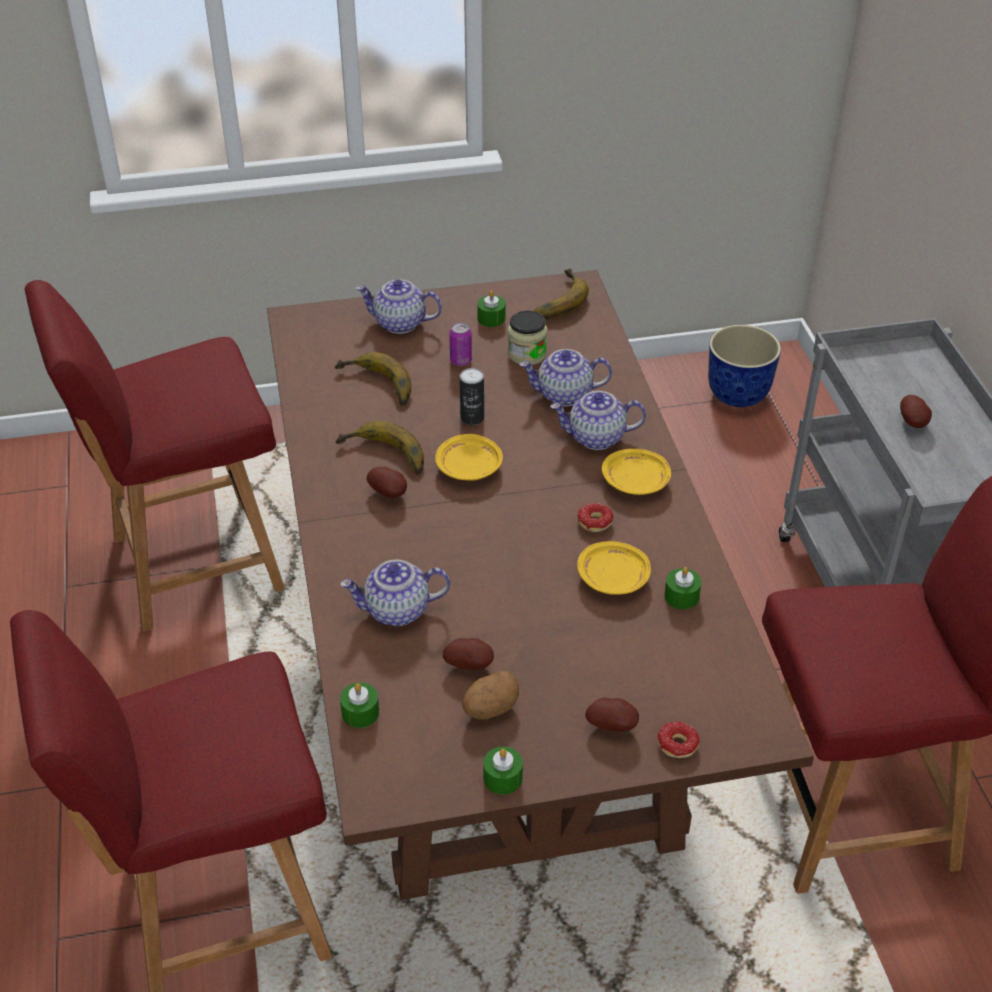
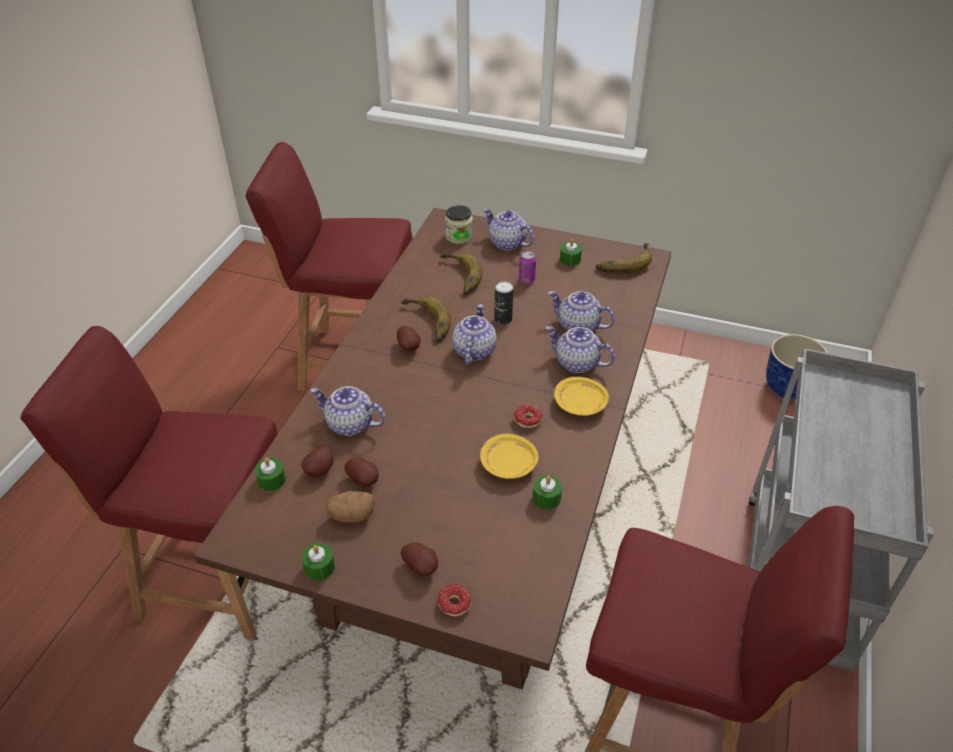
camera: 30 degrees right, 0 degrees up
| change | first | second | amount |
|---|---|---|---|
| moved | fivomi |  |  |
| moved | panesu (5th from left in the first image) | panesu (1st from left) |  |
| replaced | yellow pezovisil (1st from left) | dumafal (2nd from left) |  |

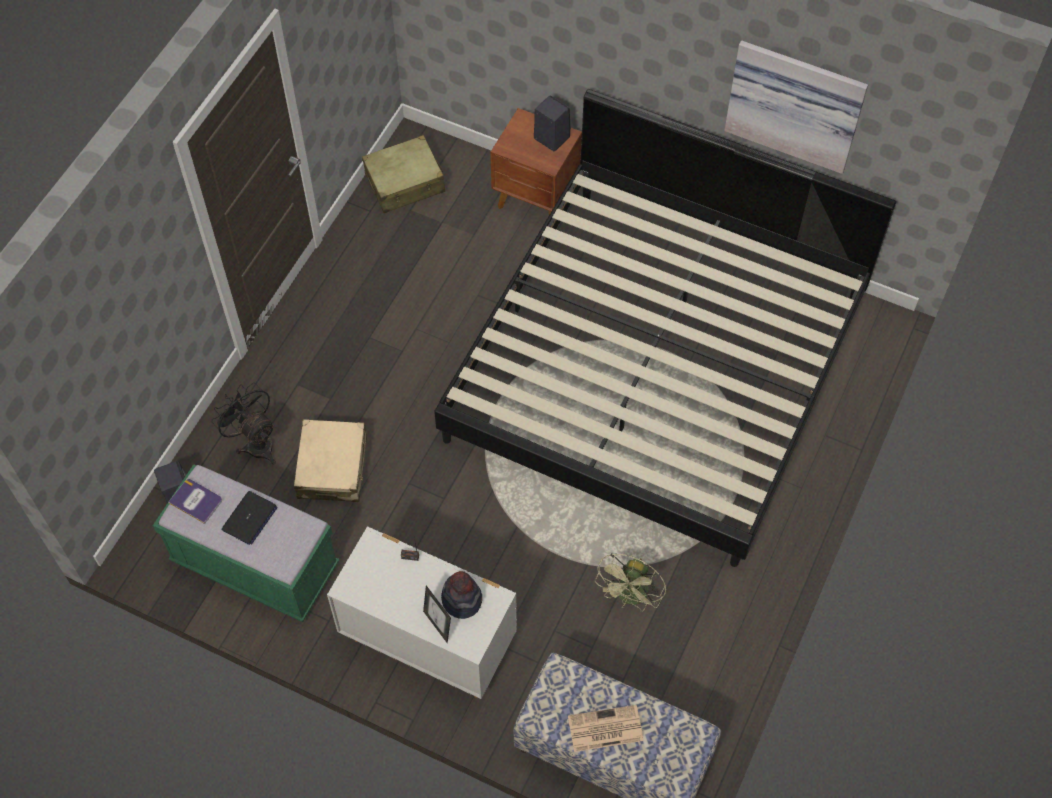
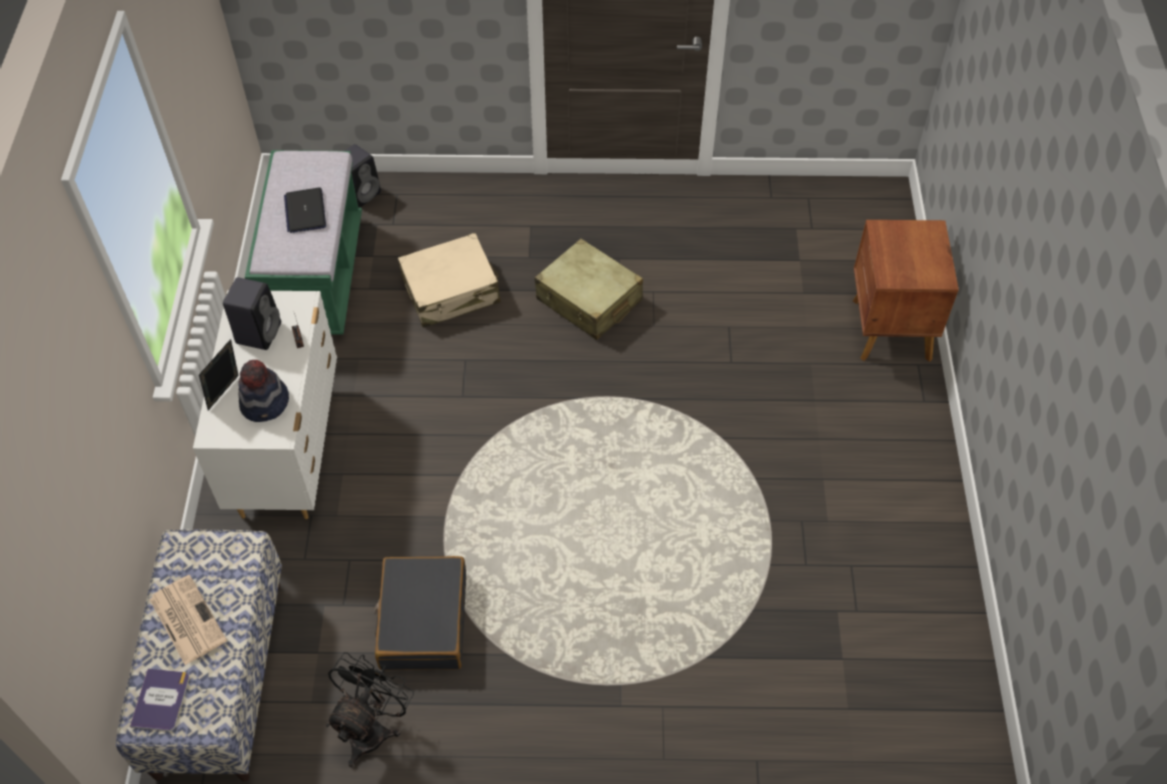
camera: 65 degrees right, 5 degrees down
| change | first | second | amount |
|---|---|---|---|
| removed | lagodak |  |  |
| removed | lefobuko |  |  |
| moved | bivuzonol |  |  |
| moved | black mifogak |  |  |
| moved | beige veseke (2nd from left) |  |  |
| moved | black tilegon (2nd from left in the first image) | black tilegon (1st from left) |  |
| replaced | green mifogak | black veseke |  |
| turned | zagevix |  | 75 degrees clockwise |

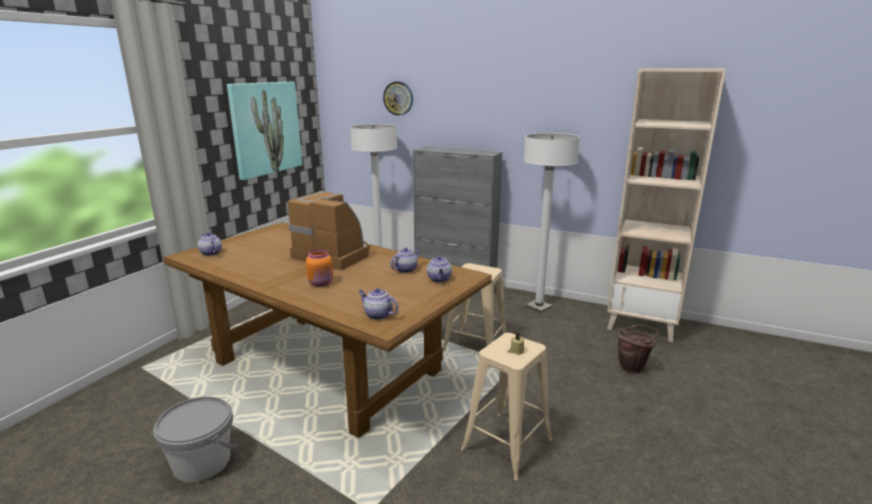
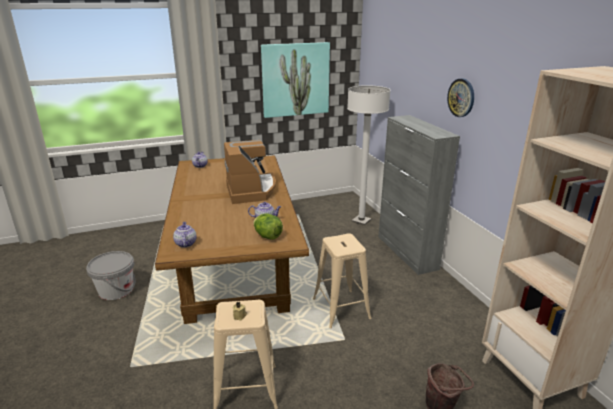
camera: 45 degrees right, 5 degrees up
| change | first | second | amount |
|---|---|---|---|
| removed | orange fivomi |  |  |
| removed | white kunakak (2nd from left) |  |  |
| moved | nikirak |  |  |
| replaced | dumafal (4th from left) | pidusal |  |

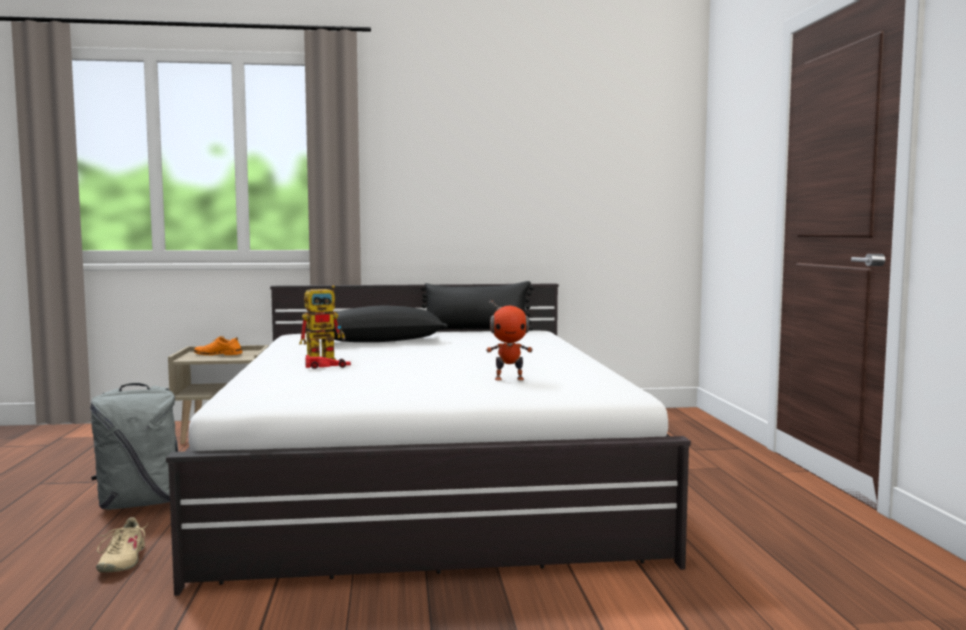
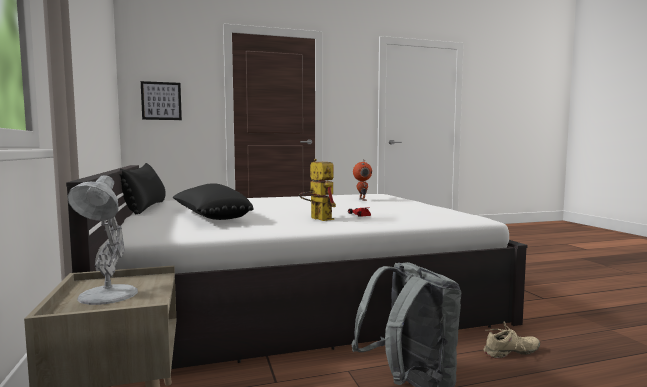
camera: 100 degrees left, 0 degrees up
| change | first | second | amount |
|---|---|---|---|
| added |  | lefobuko |  |
| replaced | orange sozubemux | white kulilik |  |

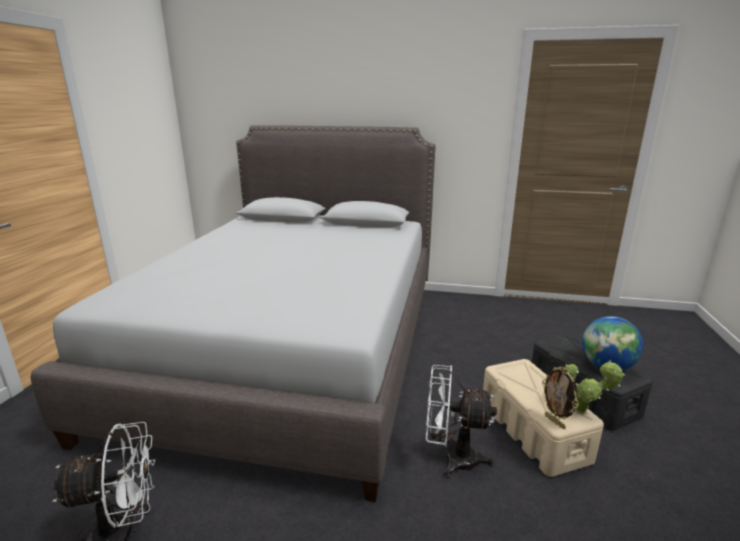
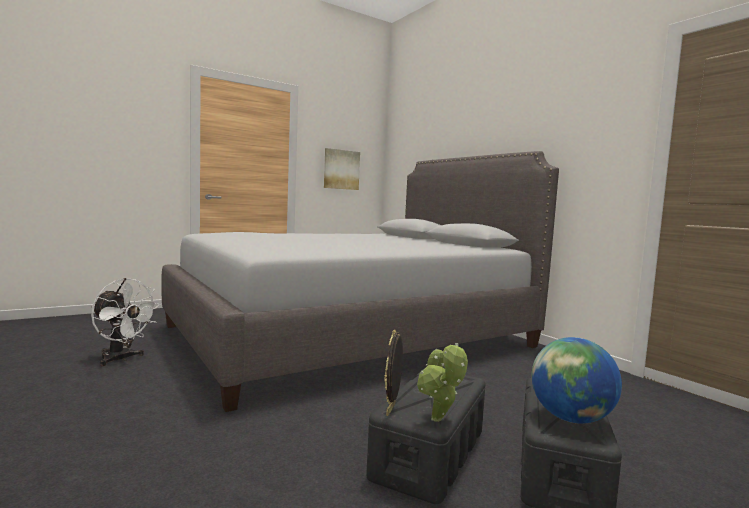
camera: 45 degrees right, 15 degrees down
| change | first | second | amount |
|---|---|---|---|
| removed | white mifogak (2nd from left) |  |  |
| added |  | lefobuko |  |
| recoloured | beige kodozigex | black kodozigex (1st from left) |  |

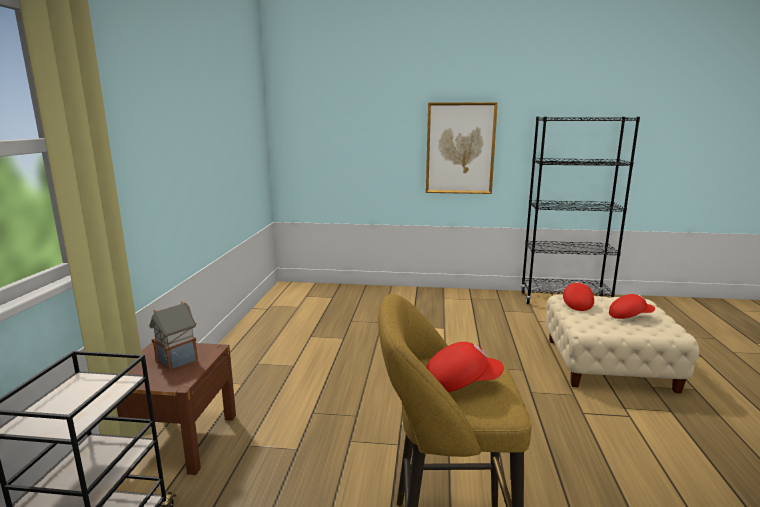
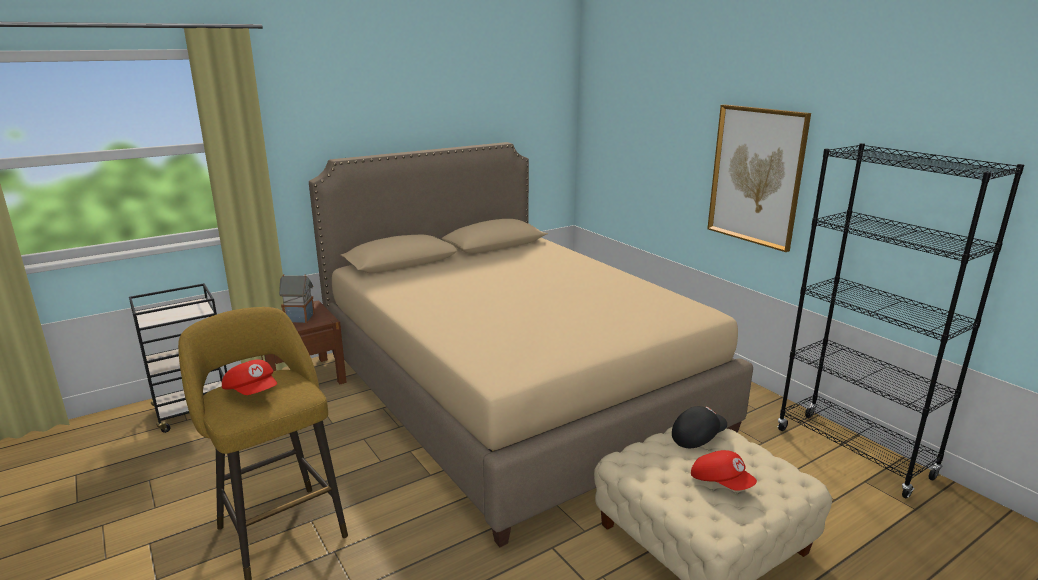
camera: 50 degrees right, 5 degrees up
| change | first | second | amount |
|---|---|---|---|
| added |  | beige lagodak |  |
| recoloured | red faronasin (2nd from left) | black faronasin |  |

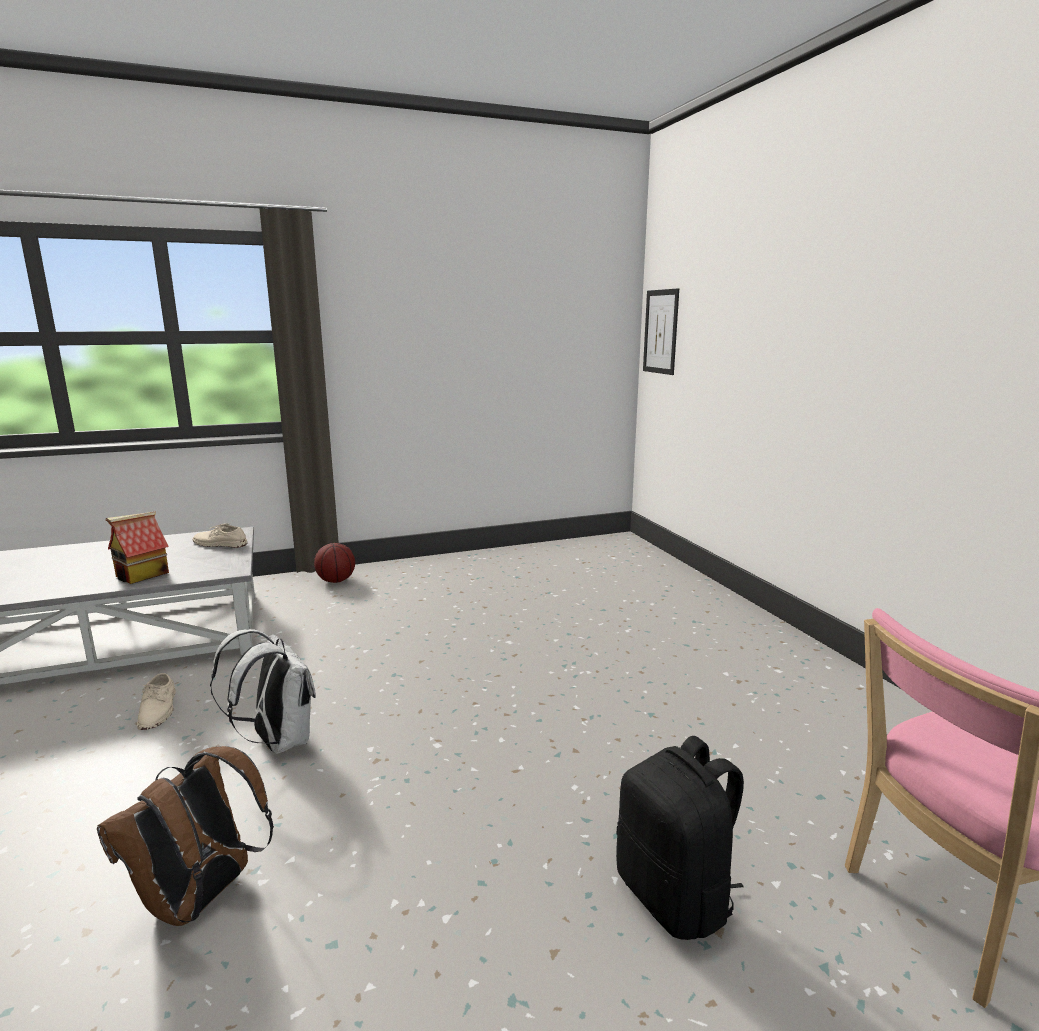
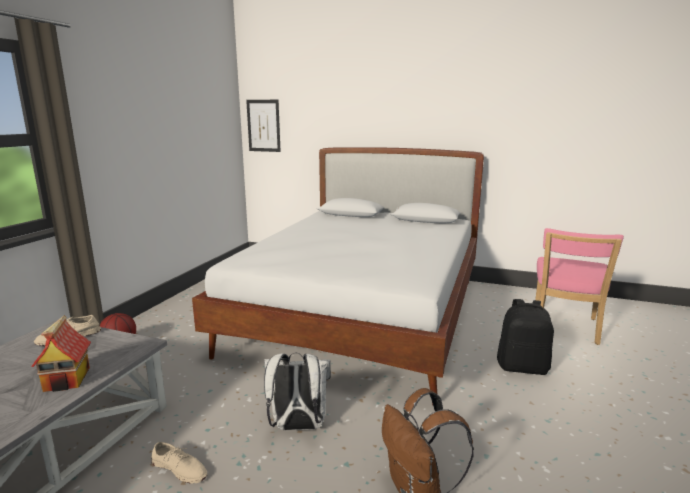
camera: 50 degrees left, 0 degrees up
| change | first | second | amount |
|---|---|---|---|
| added |  | white lagodak |  |

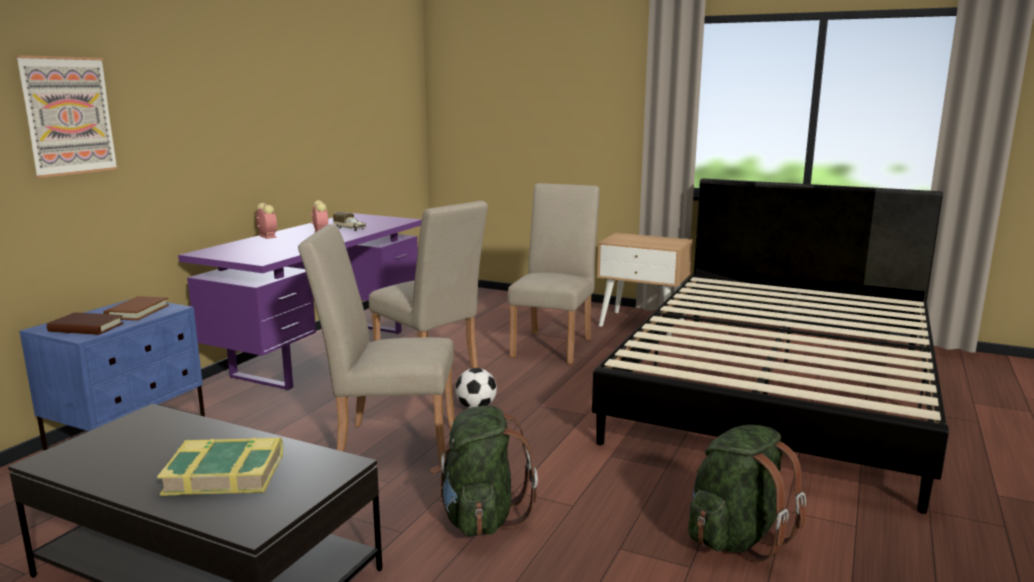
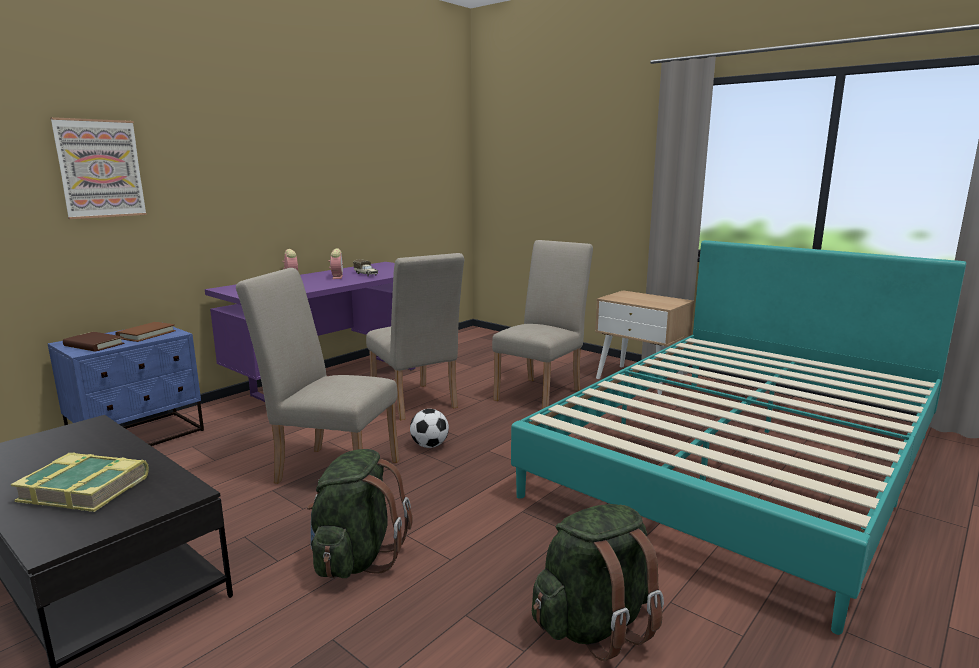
camera: 15 degrees right, 0 degrees up
| change | first | second | amount |
|---|---|---|---|
| recoloured | black lagodak | turquoise lagodak |  |

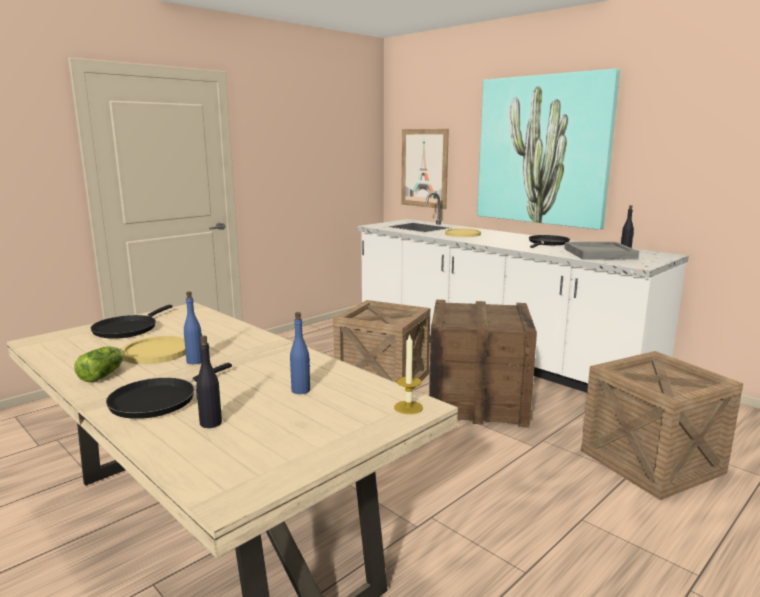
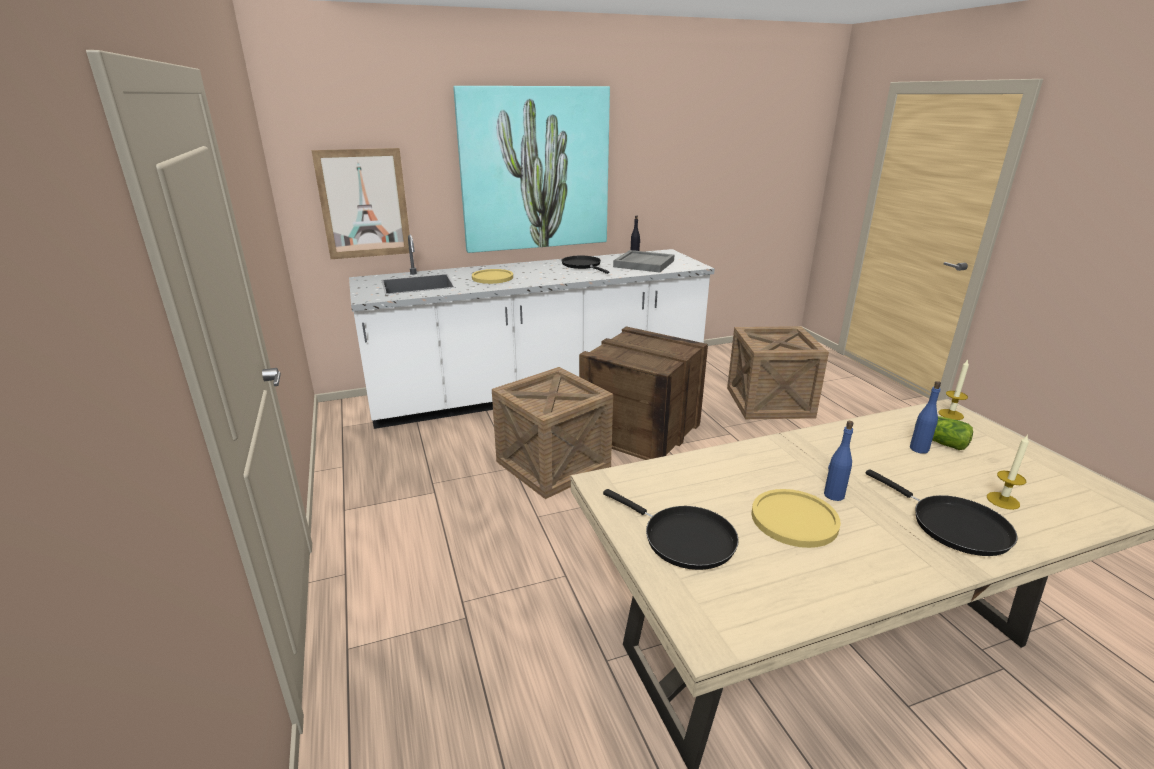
camera: 65 degrees left, 10 degrees up
| change | first | second | amount |
|---|---|---|---|
| moved | pidusal |  |  |
| replaced | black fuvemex (1st from left) | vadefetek (2nd from left) |  |

